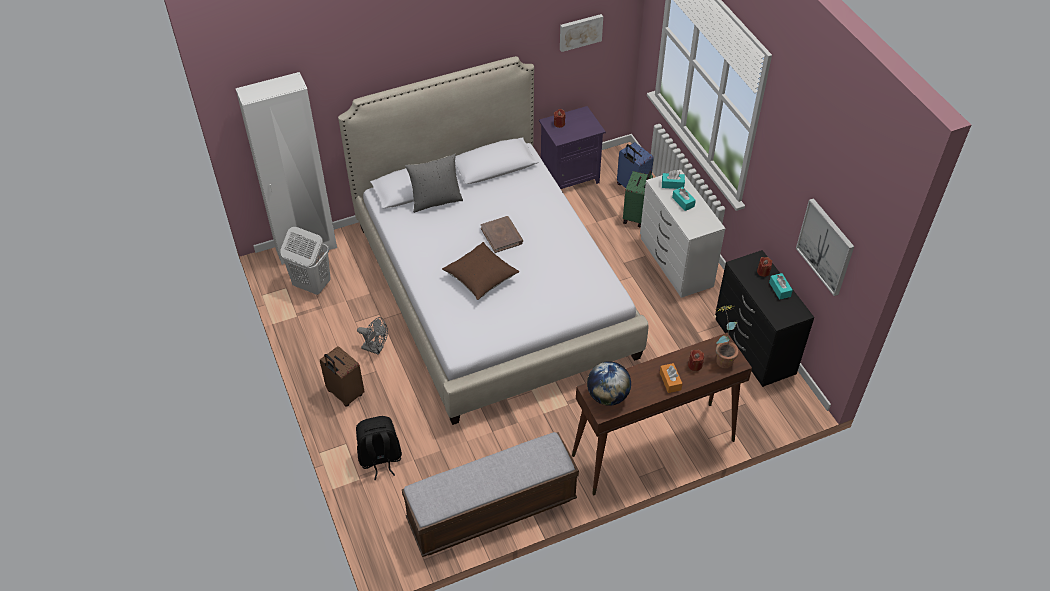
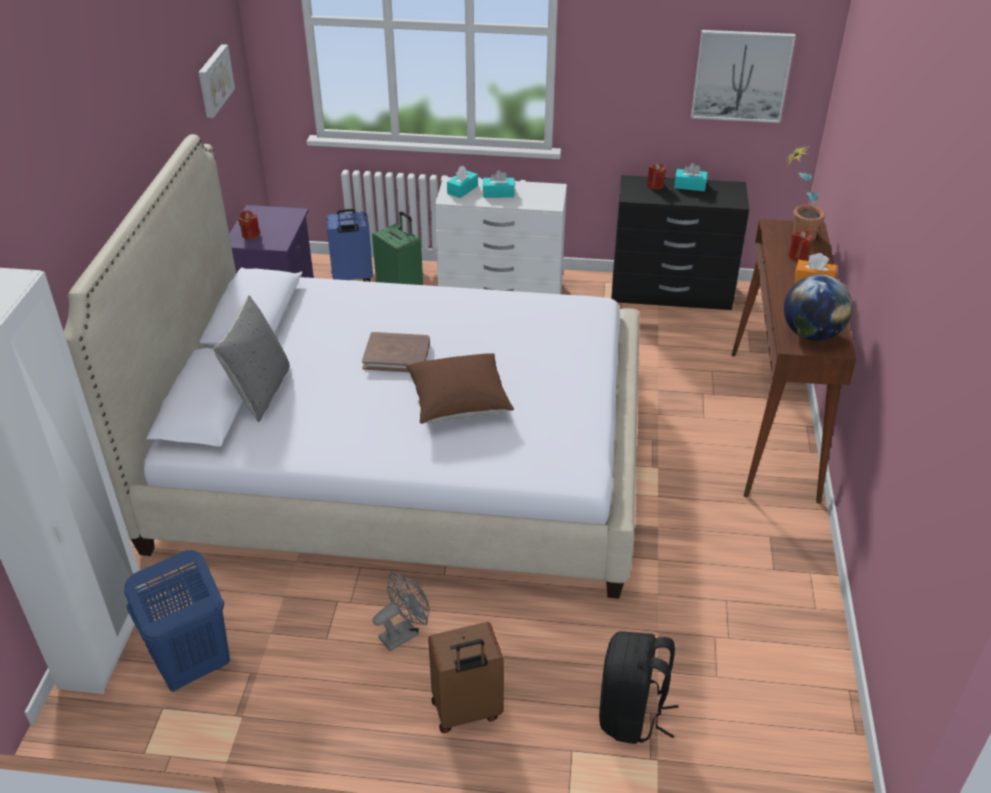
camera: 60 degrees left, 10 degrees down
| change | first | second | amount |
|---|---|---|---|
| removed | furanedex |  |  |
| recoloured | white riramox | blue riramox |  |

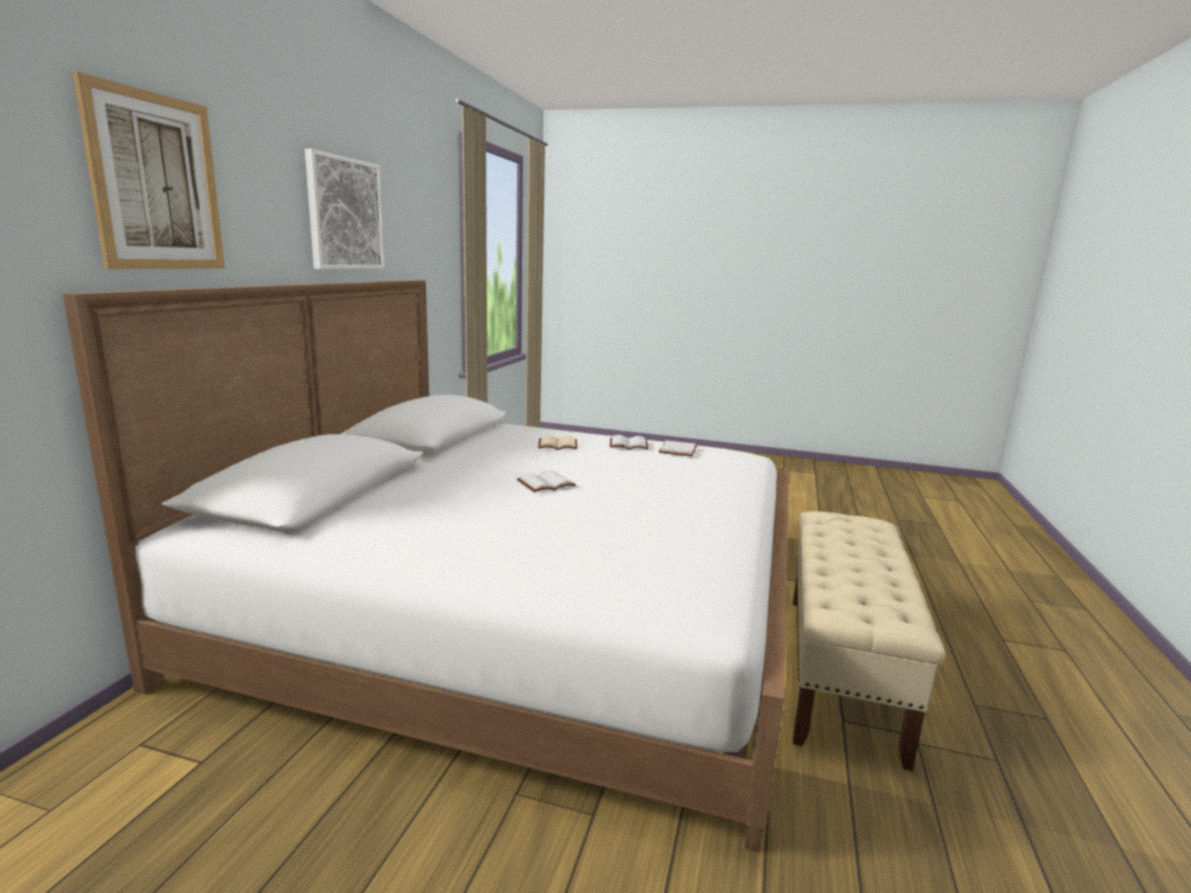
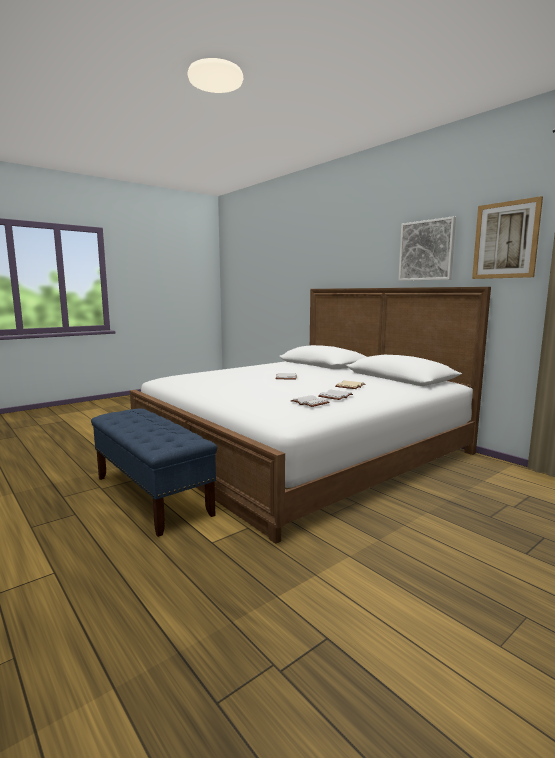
camera: 125 degrees right, 5 degrees down
| change | first | second | amount |
|---|---|---|---|
| moved | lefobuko (1st from left in the first image) | lefobuko (2nd from left) |  |
| recoloured | beige furanedex | blue furanedex |  |

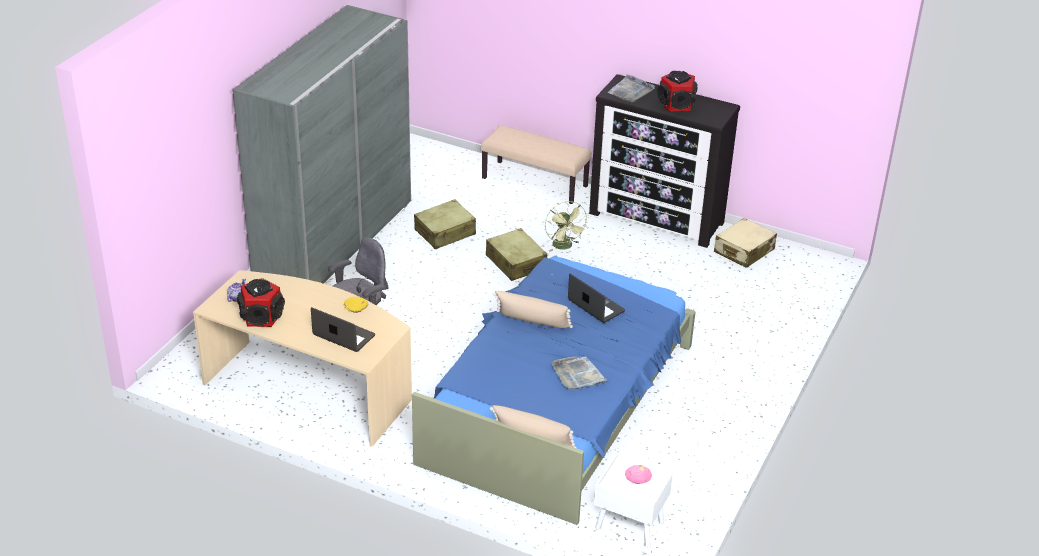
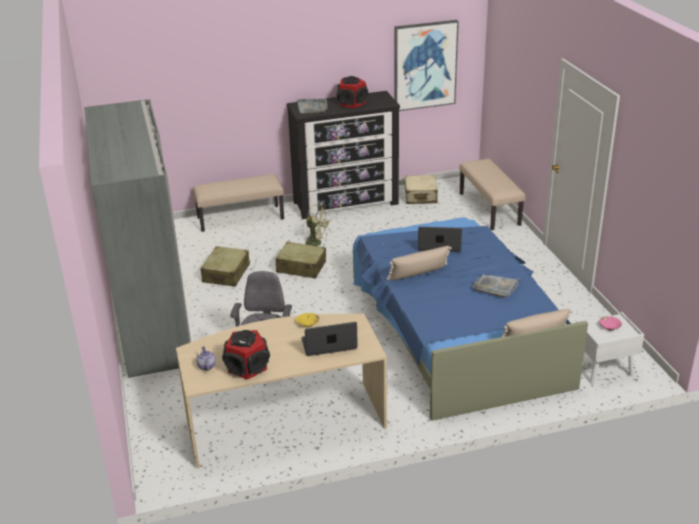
camera: 40 degrees left, 5 degrees down
| change | first | second | amount |
|---|---|---|---|
| added |  | lefobuko |  |
| added |  | beige furanedex (2nd from left) |  |

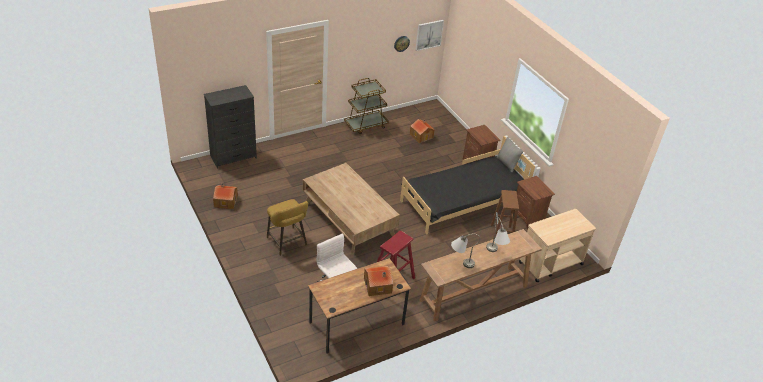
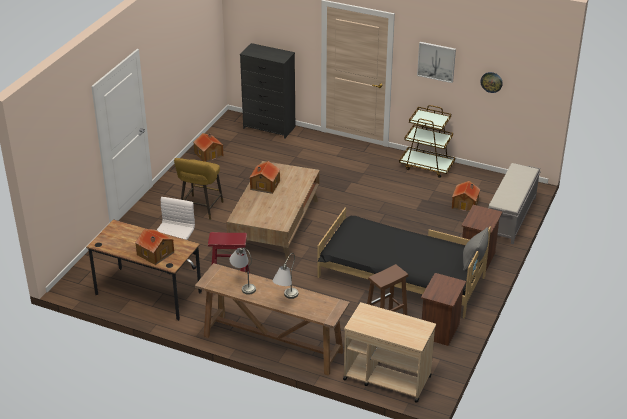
camera: 55 degrees right, 5 degrees down
| change | first | second | amount |
|---|---|---|---|
| added |  | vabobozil (3rd from left) |  |
| added |  | grey furanedex |  |
| moved | lefobuko |  |  |

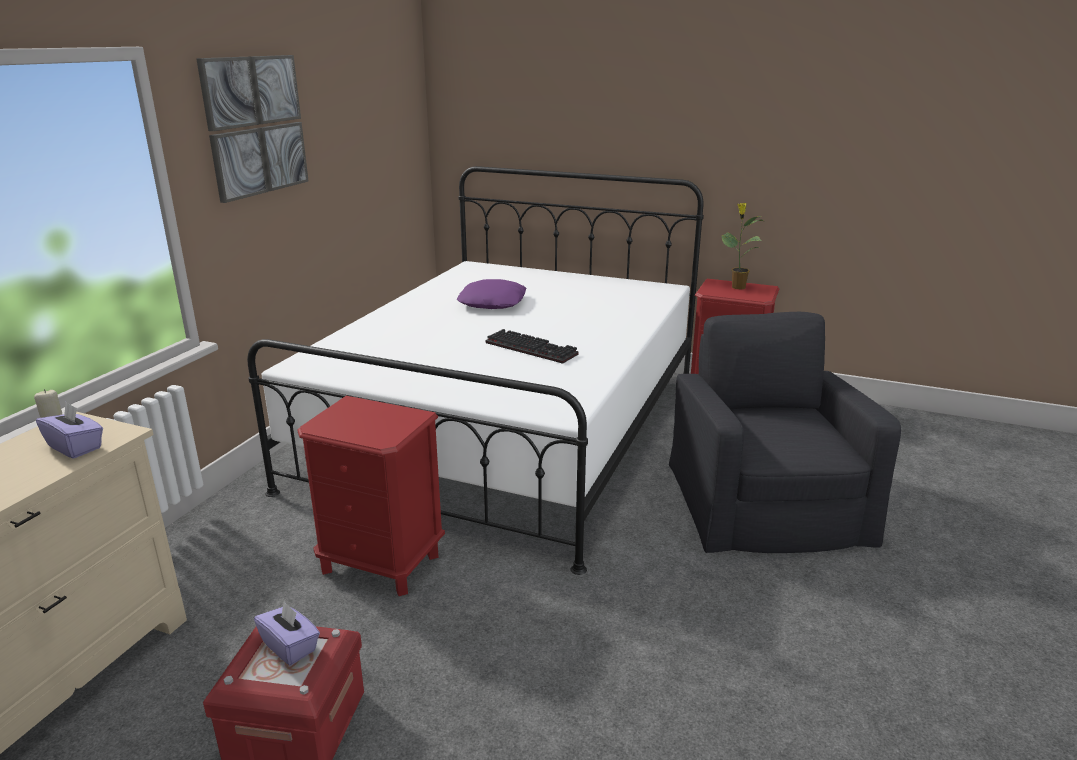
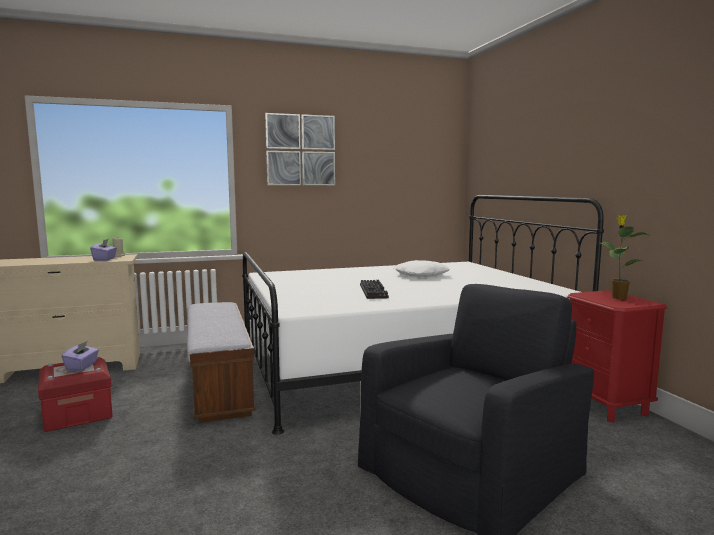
camera: 50 degrees right, 15 degrees down
| change | first | second | amount |
|---|---|---|---|
| replaced | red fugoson (1st from left) | furanedex |  |
| recoloured | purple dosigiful | white dosigiful |  |

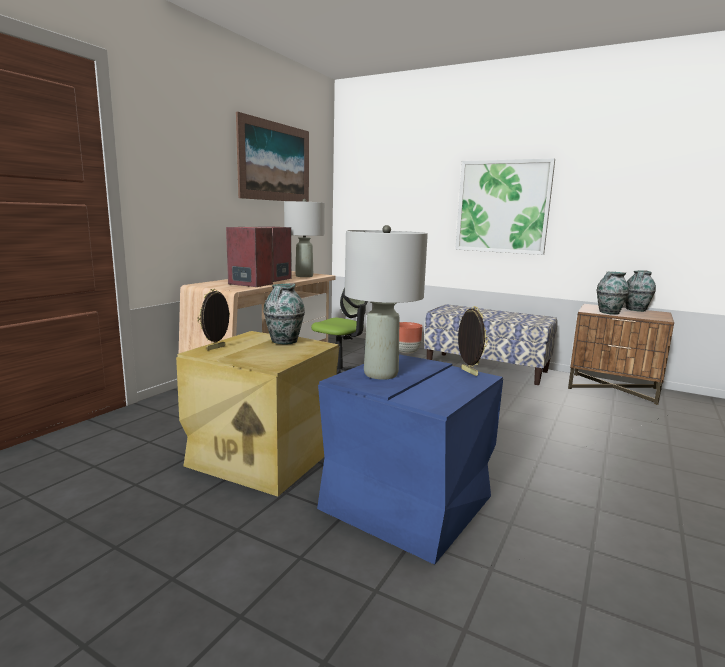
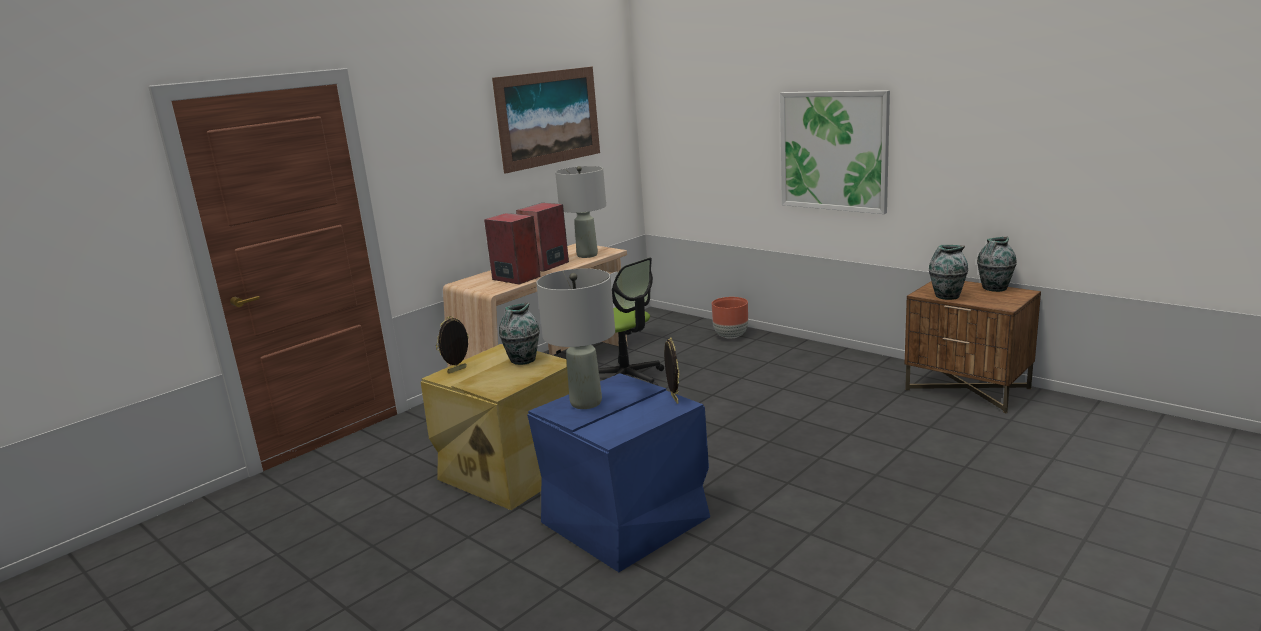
camera: 15 degrees right, 5 degrees up
| change | first | second | amount |
|---|---|---|---|
| removed | furanedex |  |  |

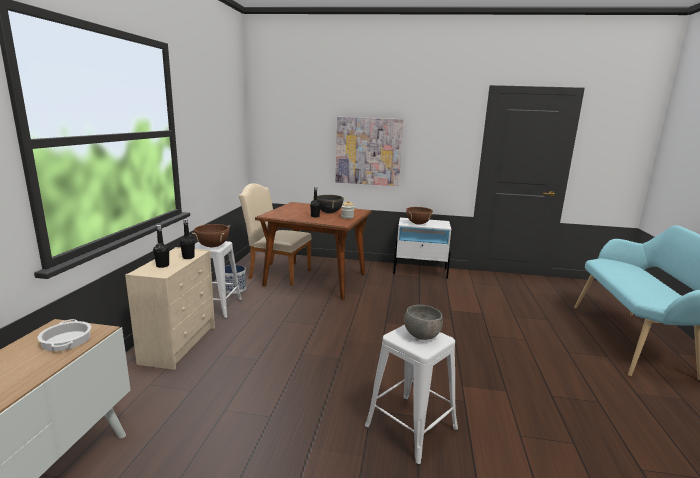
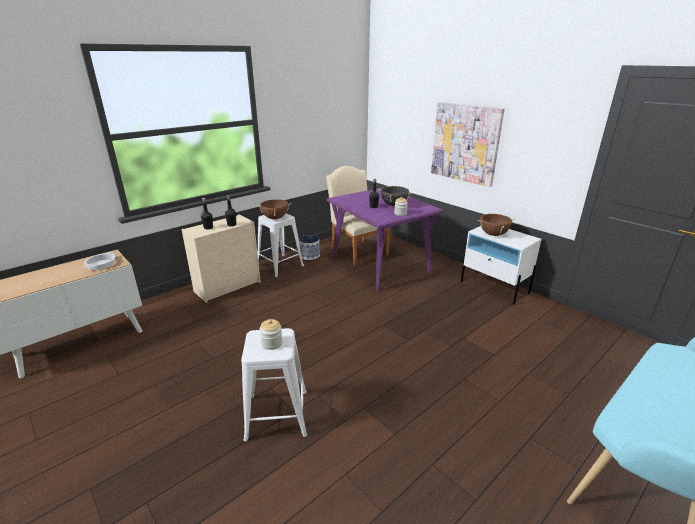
camera: 40 degrees right, 10 degrees up
| change | first | second | amount |
|---|---|---|---|
| replaced | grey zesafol | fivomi (1st from left) |  |
| recoloured | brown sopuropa | purple sopuropa |  |

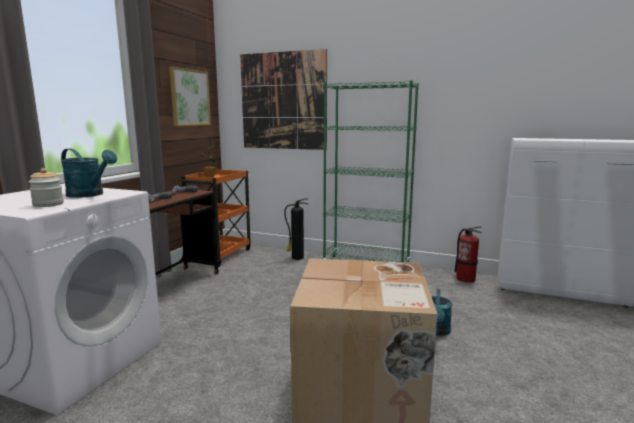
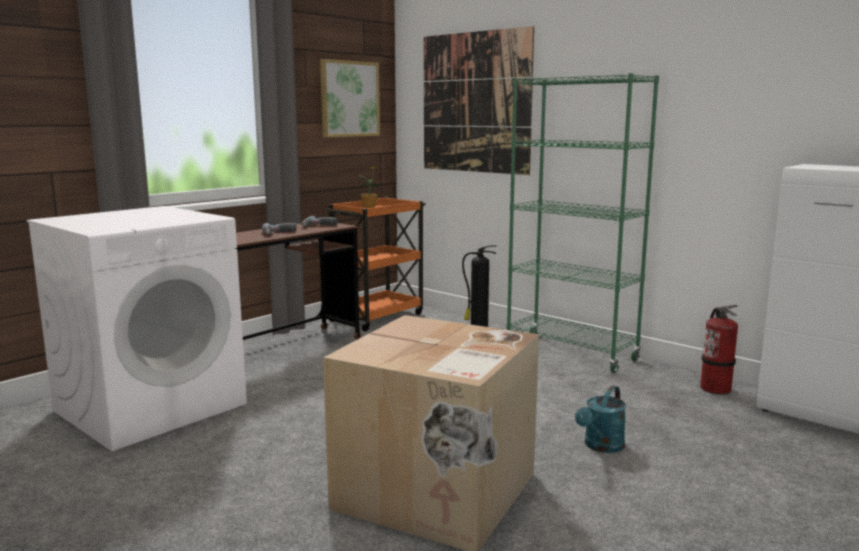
camera: 20 degrees right, 0 degrees up
| change | first | second | amount |
|---|---|---|---|
| removed | fivomi |  |  |
| removed | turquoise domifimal (1st from left) |  |  |

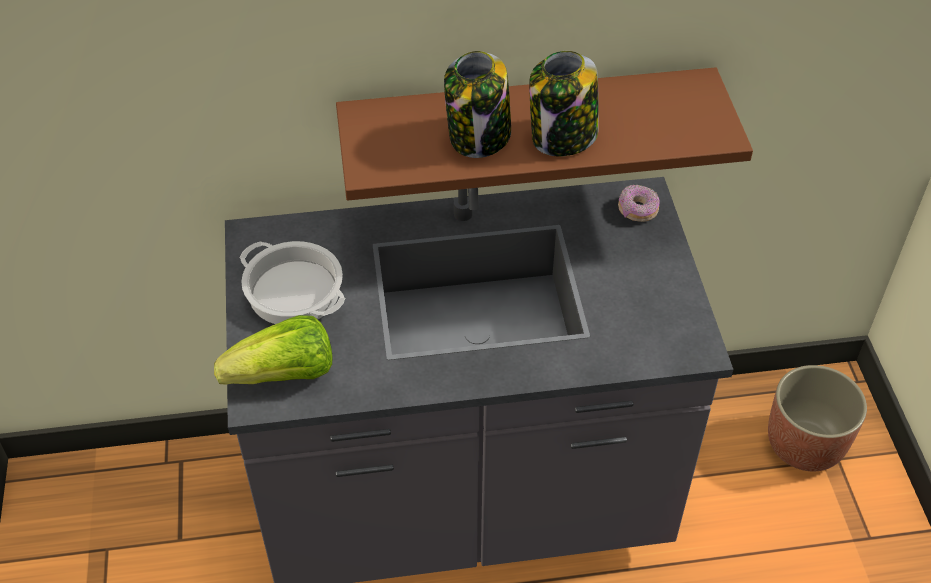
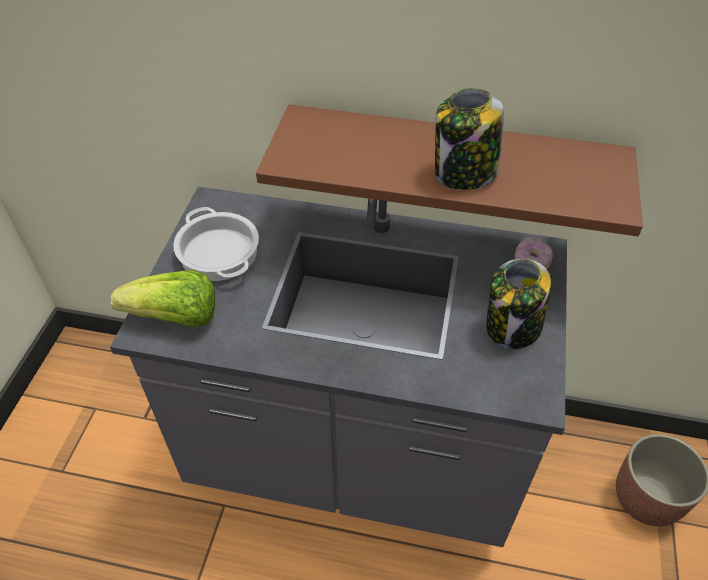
camera: 20 degrees right, 0 degrees up
| change | first | second | amount |
|---|---|---|---|
| moved | fivomi (1st from left in the first image) | fivomi (2nd from left) |  |

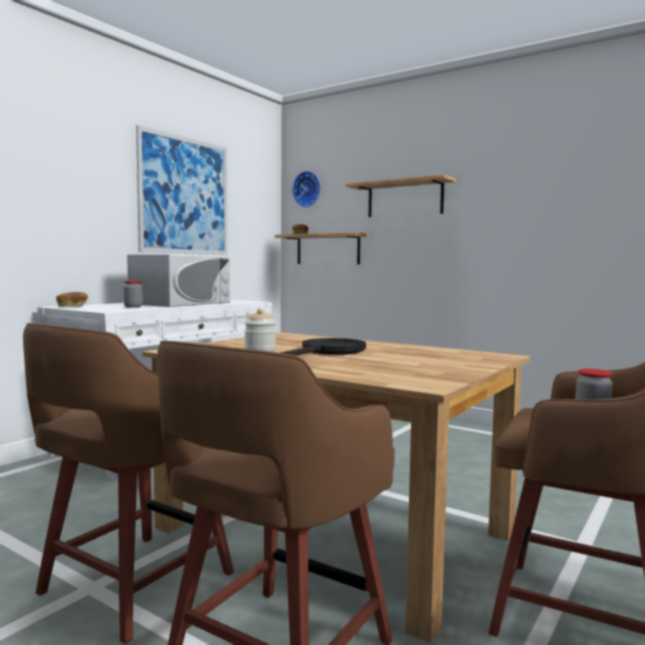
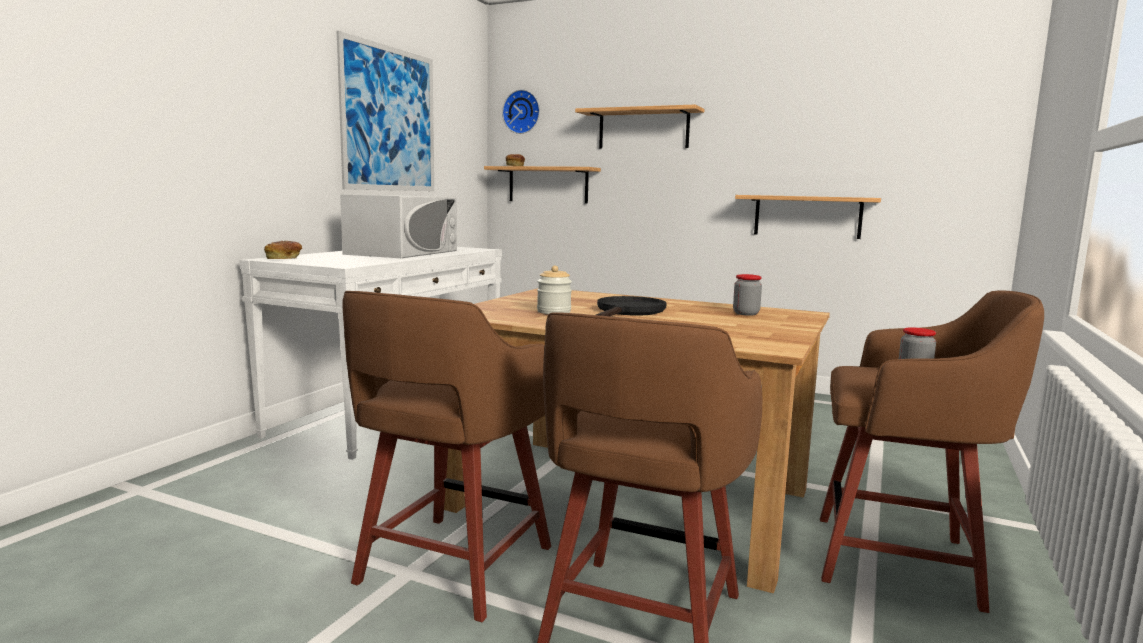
camera: 10 degrees left, 5 degrees up
| change | first | second | amount |
|---|---|---|---|
| added |  | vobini (3rd from left) |  |
| moved | fivomi (1st from left in the first image) | fivomi (2nd from left) |  |

